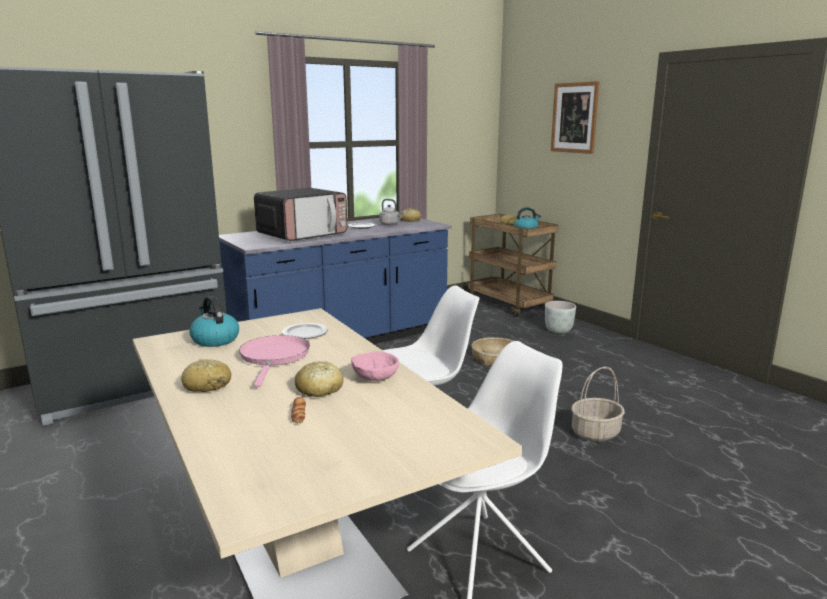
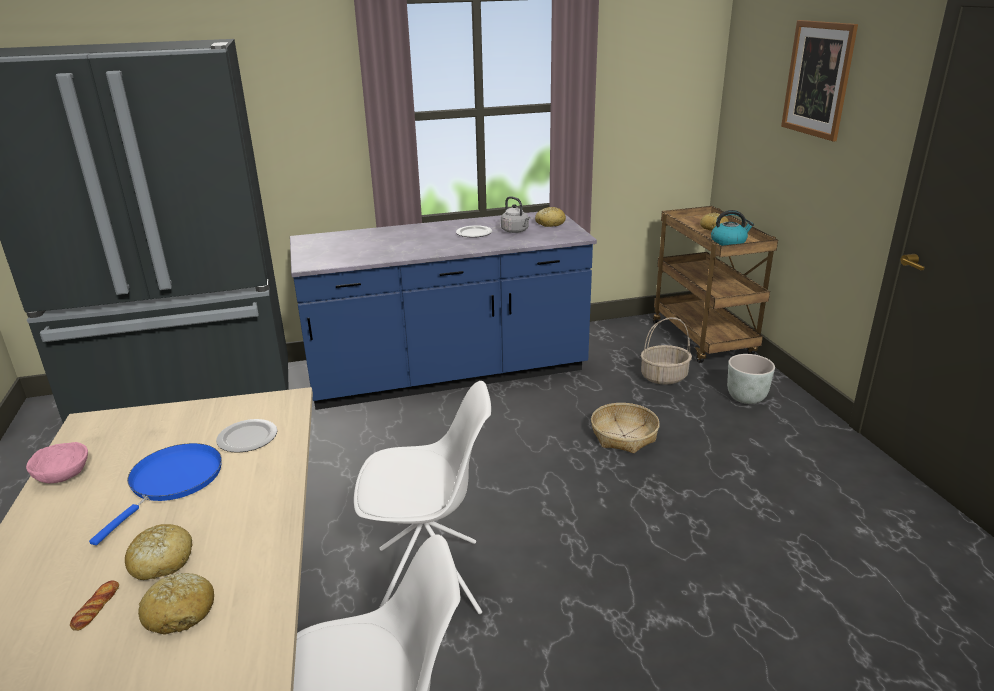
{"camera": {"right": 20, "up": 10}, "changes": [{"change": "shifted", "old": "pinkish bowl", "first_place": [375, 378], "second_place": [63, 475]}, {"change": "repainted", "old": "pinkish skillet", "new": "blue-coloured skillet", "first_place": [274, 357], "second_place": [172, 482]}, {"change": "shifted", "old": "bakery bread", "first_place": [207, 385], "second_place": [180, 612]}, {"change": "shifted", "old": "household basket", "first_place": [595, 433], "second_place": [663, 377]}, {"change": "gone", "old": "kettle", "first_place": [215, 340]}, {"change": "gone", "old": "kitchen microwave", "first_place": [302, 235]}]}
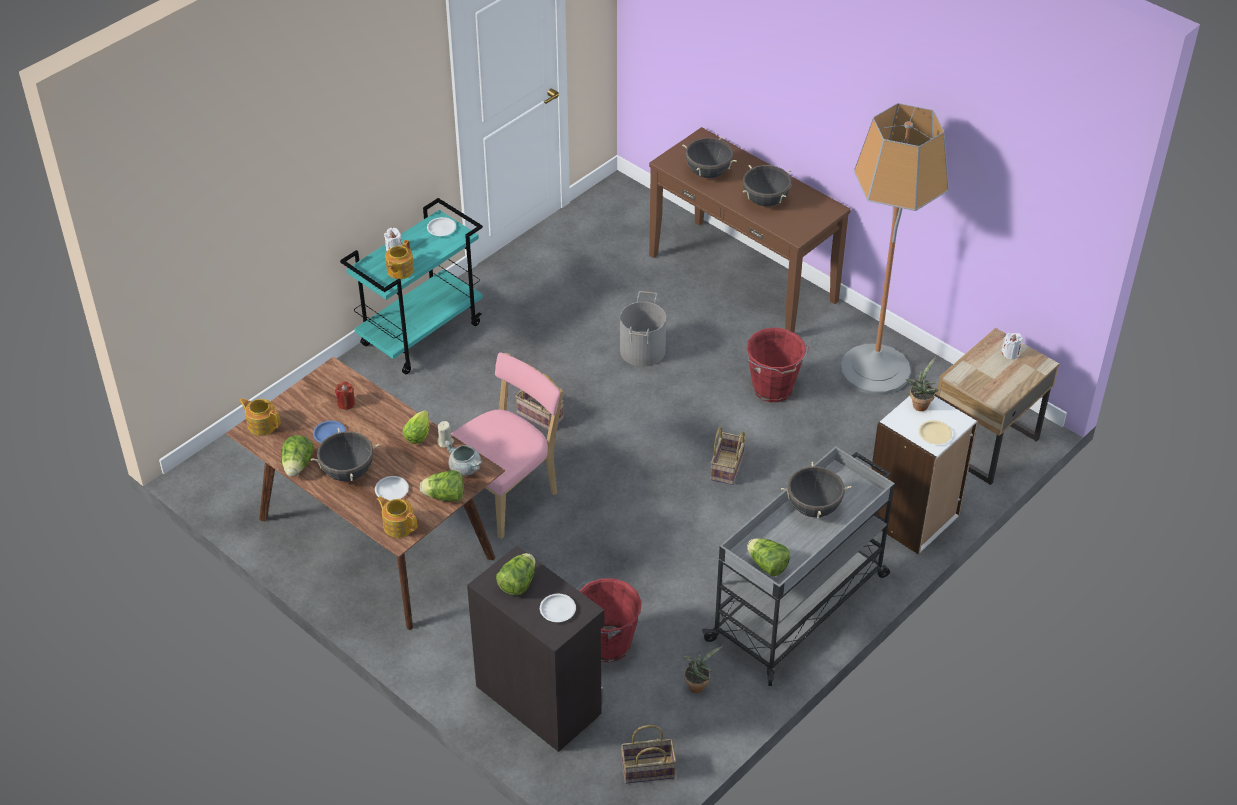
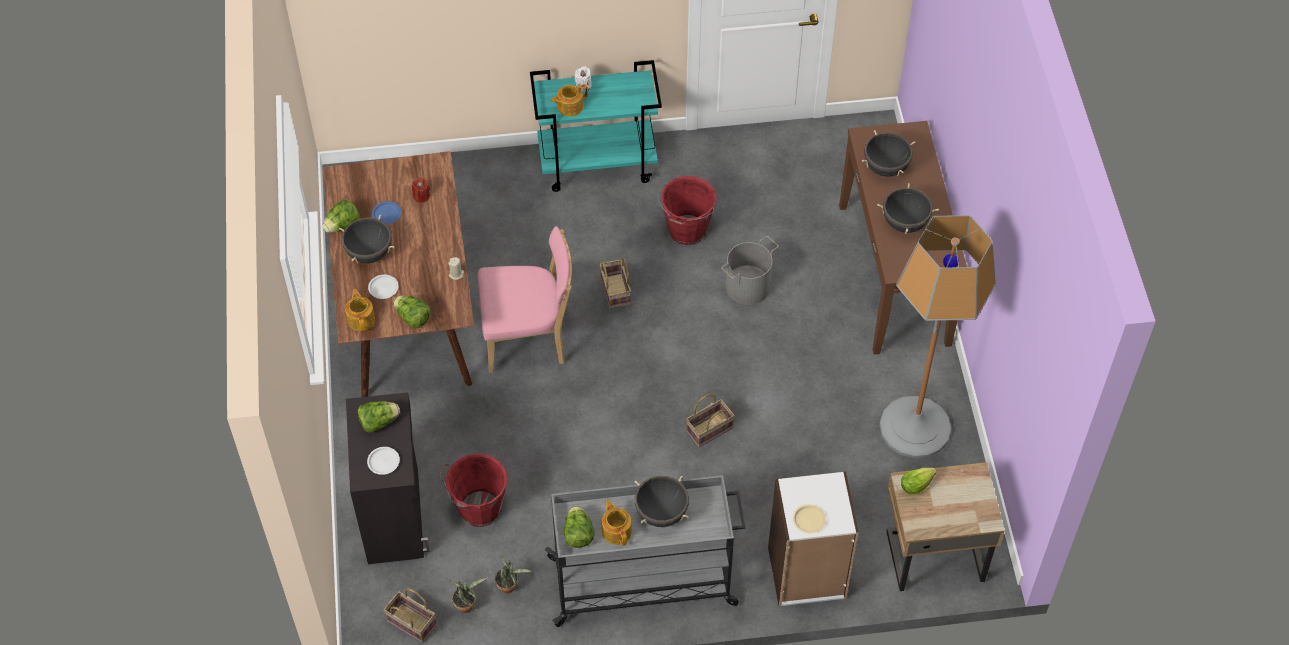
{"camera": {"right": 40, "up": 10}, "changes": [{"change": "shifted", "old": "houseplant", "first_place": [920, 404], "second_place": [466, 605]}, {"change": "shifted", "old": "tea pot", "first_place": [262, 424], "second_place": [616, 531]}, {"change": "shifted", "old": "reddish water bucket", "first_place": [773, 389], "second_place": [686, 231]}, {"change": "shifted", "old": "head of lettuce", "first_place": [419, 433], "second_place": [918, 484]}, {"change": "gone", "old": "whitish plate", "first_place": [441, 229]}, {"change": "gone", "old": "greyish cooking pot", "first_place": [465, 468]}, {"change": "gone", "old": "whitish wax candle", "first_place": [1010, 353]}]}
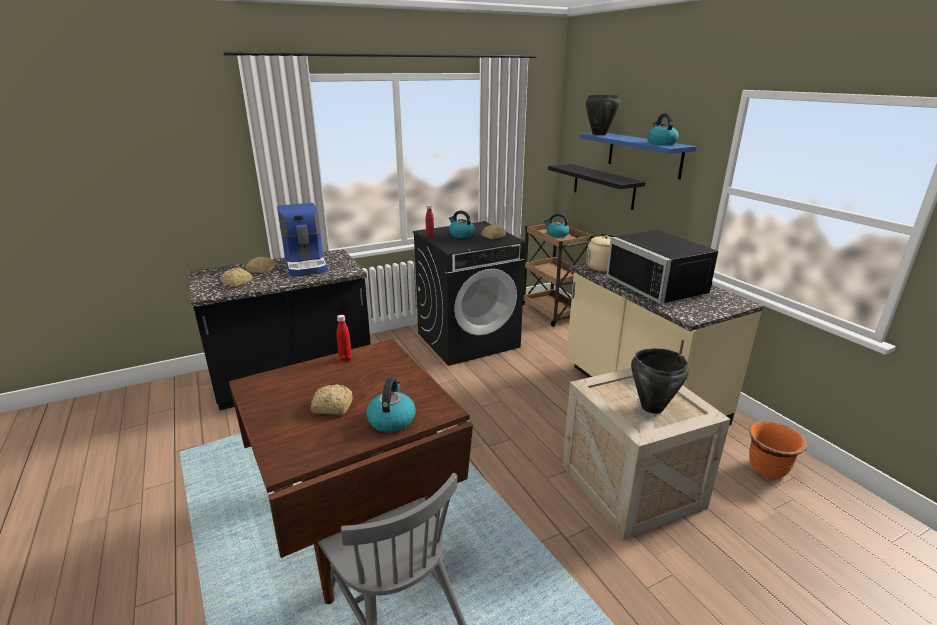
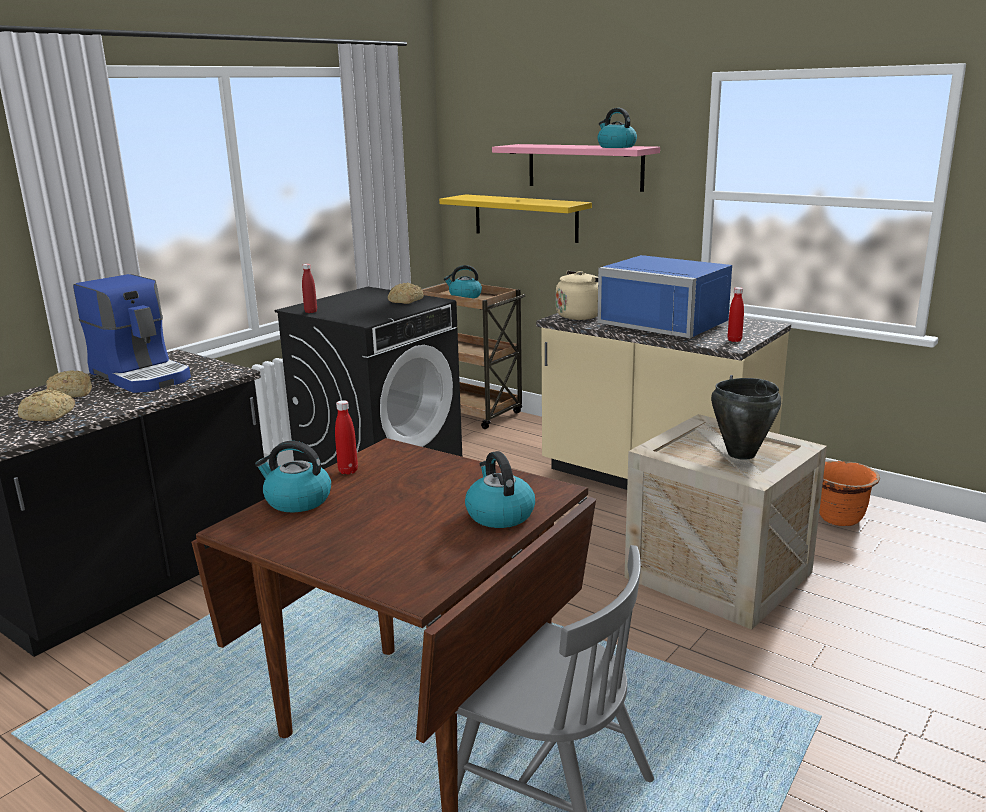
{"camera": {"right": -25, "up": -5}, "changes": [{"change": "shifted", "old": "kettle", "first_place": [461, 234], "second_place": [297, 500]}, {"change": "repainted", "old": "blackish wall shelf", "new": "yellowish wall shelf", "first_place": [603, 186], "second_place": [525, 218]}, {"change": "repainted", "old": "blue-coloured wall shelf", "new": "pinkish wall shelf", "first_place": [644, 155], "second_place": [584, 167]}, {"change": "repainted", "old": "blackish kitchen microwave", "new": "blue-coloured kitchen microwave", "first_place": [661, 286], "second_place": [668, 323]}, {"change": "new", "new": "reddish bottle", "second_place": [734, 340]}, {"change": "gone", "old": "bakery bread", "first_place": [331, 406]}, {"change": "gone", "old": "blackish cooking pot", "first_place": [599, 134]}]}
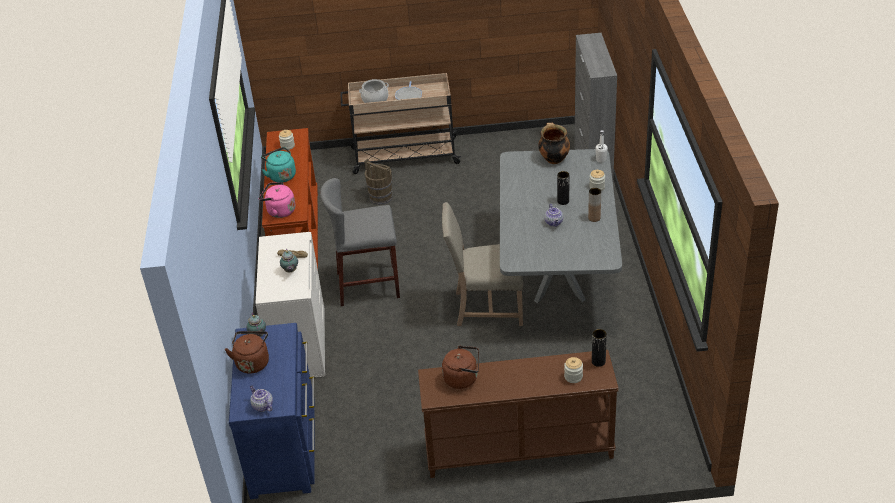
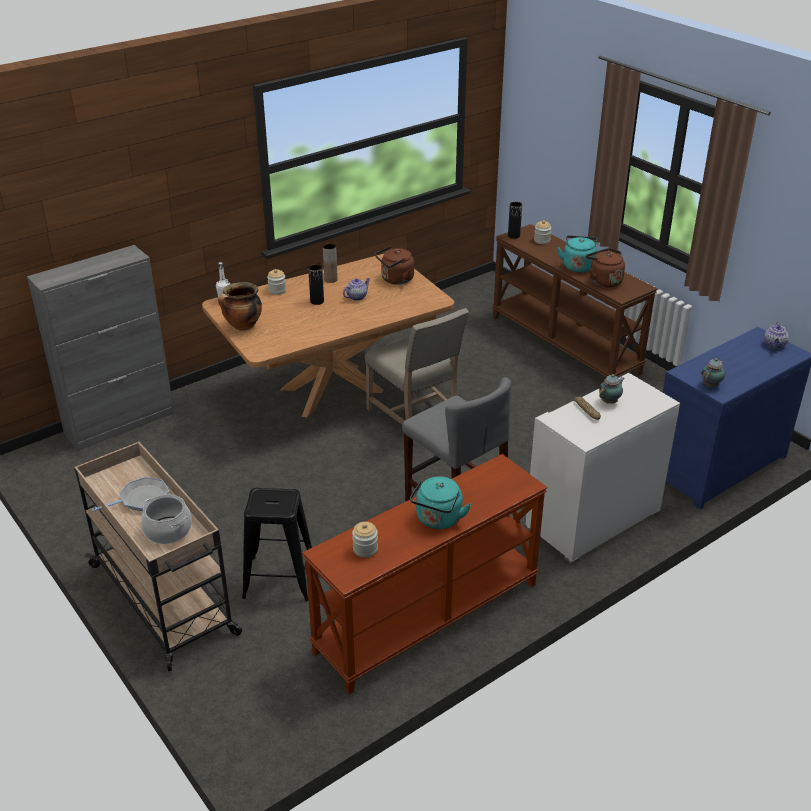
{"camera": {"right": -125, "up": -5}, "changes": [{"change": "repainted", "old": "greyish kitchen table", "new": "brown kitchen table", "first_place": [557, 276], "second_place": [332, 390]}, {"change": "swapped", "old": "brown water bucket", "new": "blackish stool seat", "first_place": [380, 197], "second_place": [280, 579]}, {"change": "shifted", "old": "brown kettle", "first_place": [252, 362], "second_place": [395, 280]}, {"change": "new", "new": "turquoise kettle", "second_place": [578, 266]}, {"change": "gone", "old": "pinkish kettle", "first_place": [279, 211]}]}
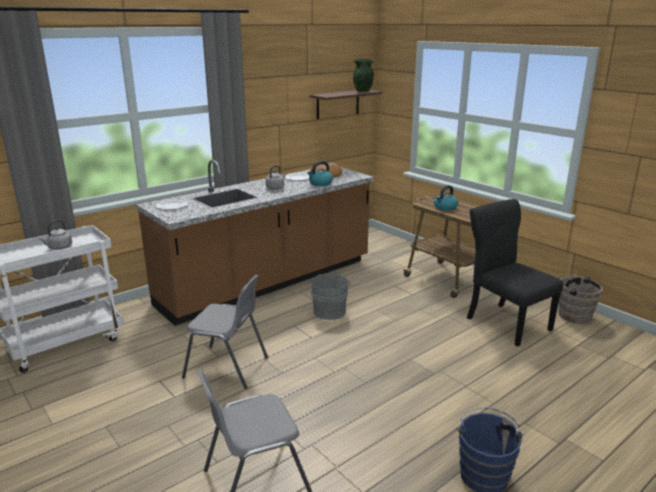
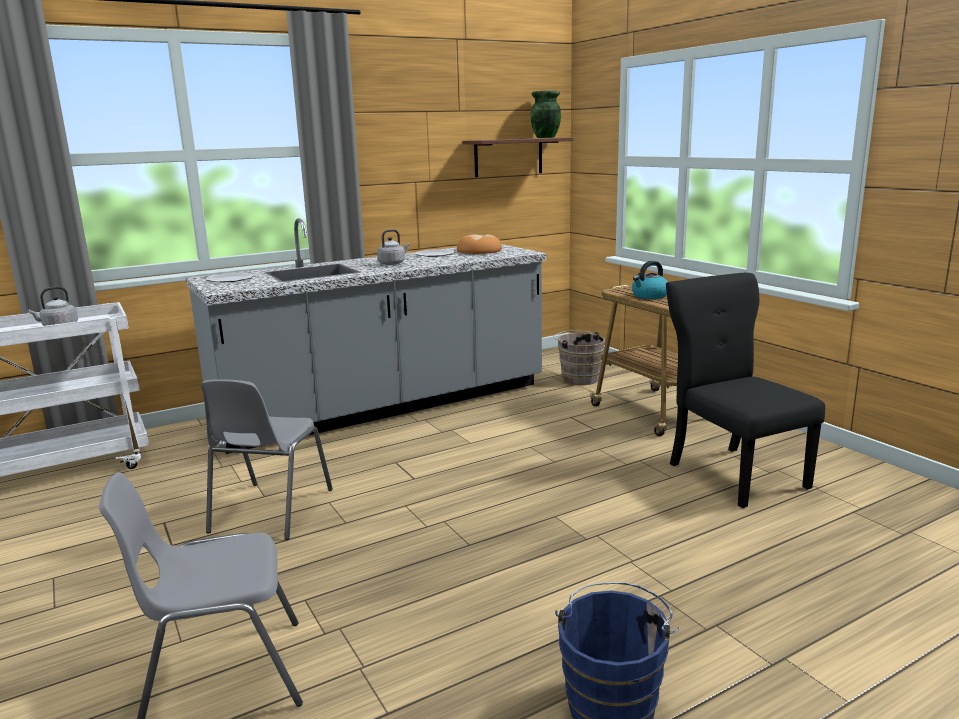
{"camera": {"right": 10, "up": -5}, "changes": [{"change": "repainted", "old": "brown kitchen base unit", "new": "greyish kitchen base unit", "first_place": [268, 283], "second_place": [385, 407]}, {"change": "rotated", "old": "greyish chair", "first_place": [227, 368], "second_place": [269, 511], "degrees": 75}, {"change": "shifted", "old": "brown water bucket", "first_place": [572, 315], "second_place": [578, 378]}, {"change": "gone", "old": "kettle", "first_place": [320, 184]}, {"change": "gone", "old": "greyish water bucket", "first_place": [330, 311]}]}
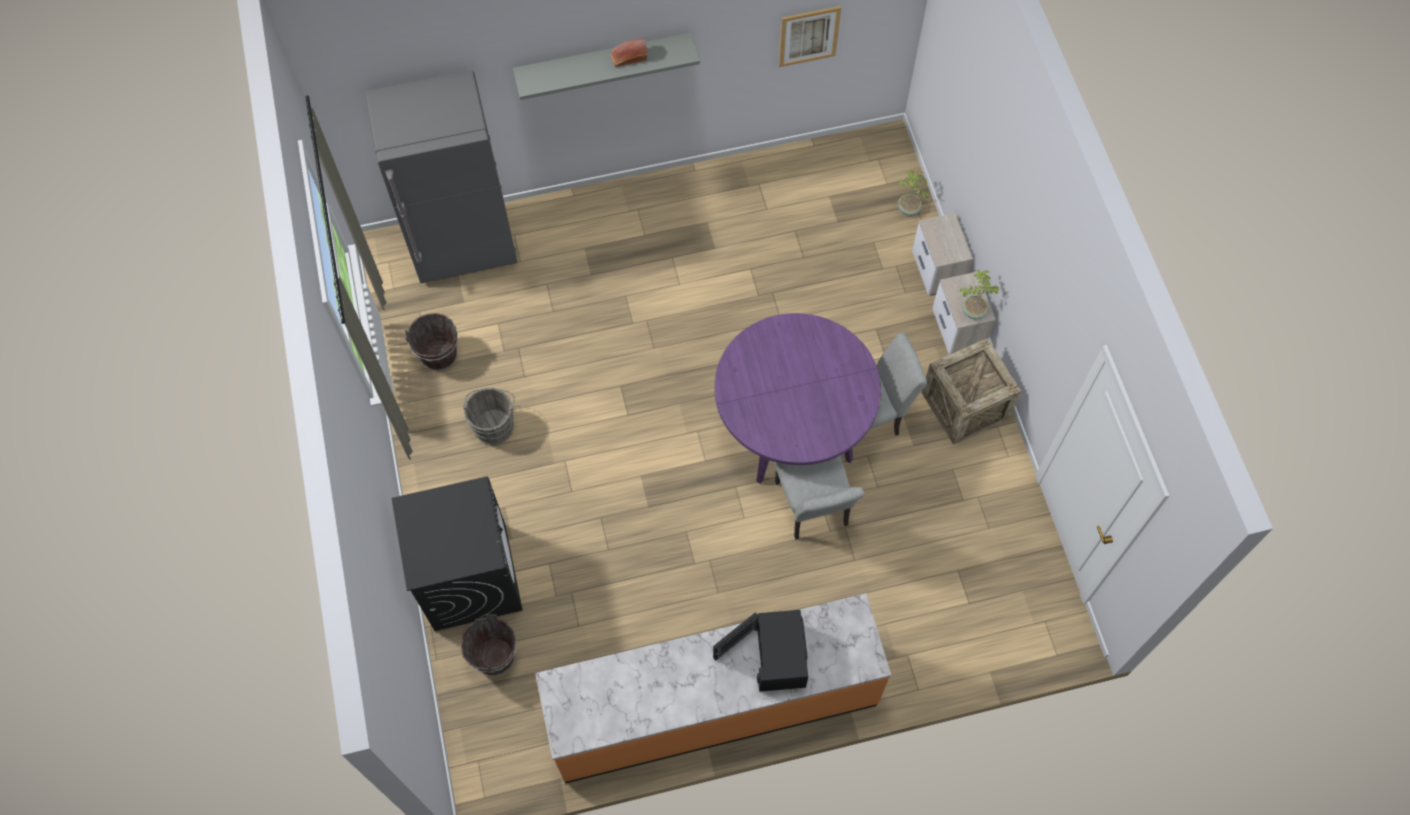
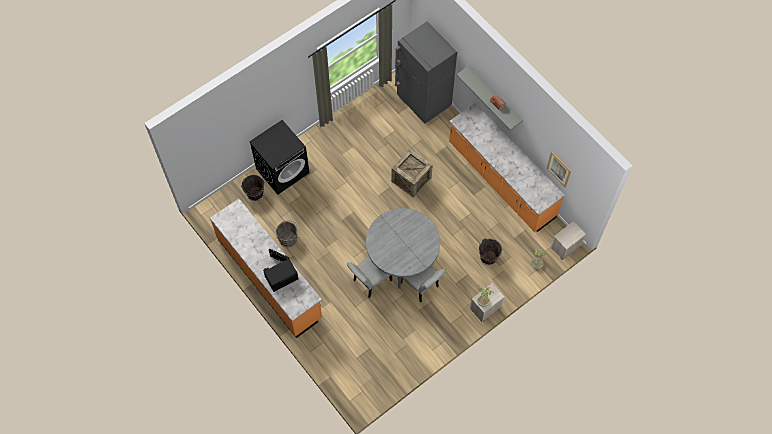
{"camera": {"right": 65, "up": 0}, "changes": [{"change": "shifted", "old": "greyish water bucket", "first_place": [494, 424], "second_place": [289, 238]}, {"change": "repainted", "old": "purple kitchen table", "new": "greyish kitchen table", "first_place": [792, 429], "second_place": [402, 260]}, {"change": "shifted", "old": "shipping crate", "first_place": [965, 405], "second_place": [411, 179]}, {"change": "new", "new": "orangey kitchen base unit", "second_place": [501, 180]}, {"change": "shifted", "old": "brown water bucket", "first_place": [439, 355], "second_place": [488, 257]}, {"change": "shifted", "old": "night table", "first_place": [937, 270], "second_place": [565, 246]}]}
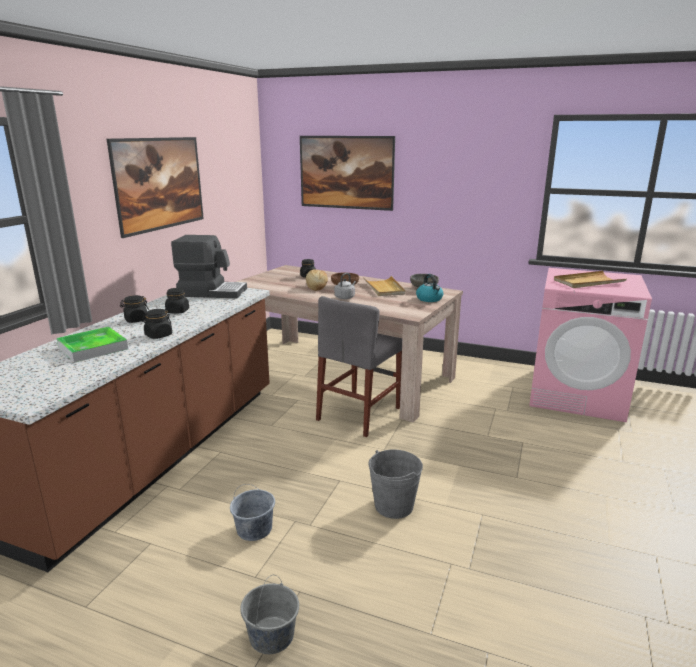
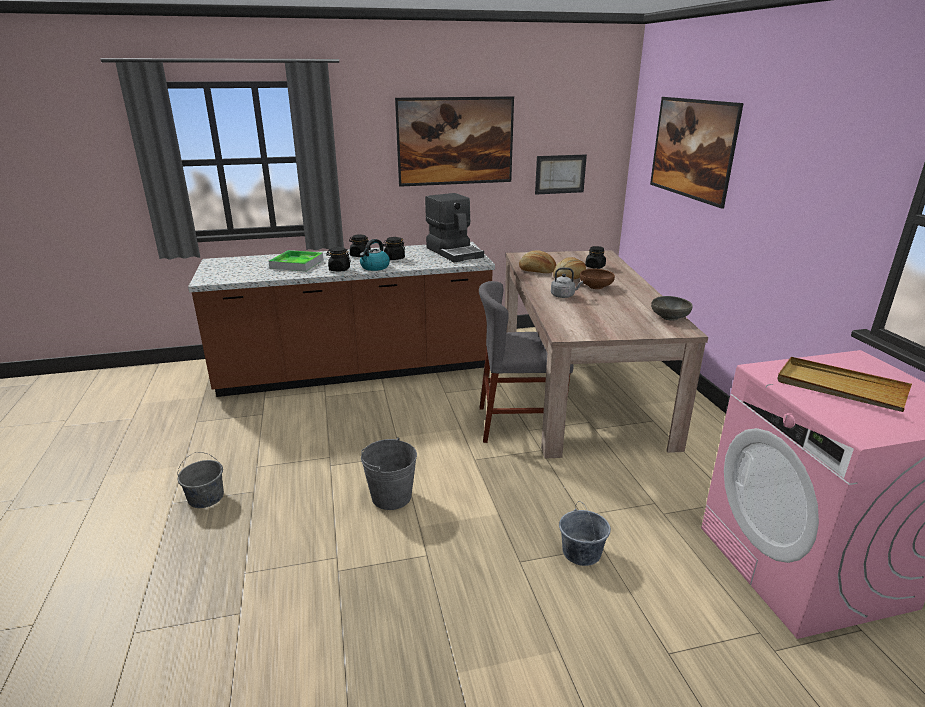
{"camera": {"right": 55, "up": 5}, "changes": [{"change": "shifted", "old": "kettle", "first_place": [429, 299], "second_place": [374, 267]}, {"change": "new", "new": "bakery bread", "second_place": [537, 271]}, {"change": "new", "new": "picture", "second_place": [560, 174]}, {"change": "shifted", "old": "greyish water bucket", "first_place": [254, 529], "second_place": [581, 552]}, {"change": "gone", "old": "beige carrying tray", "first_place": [384, 288]}]}
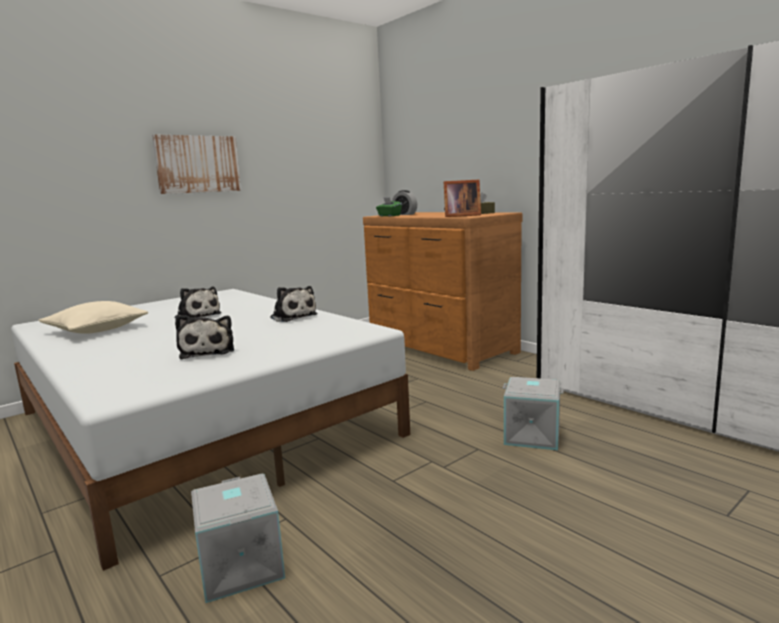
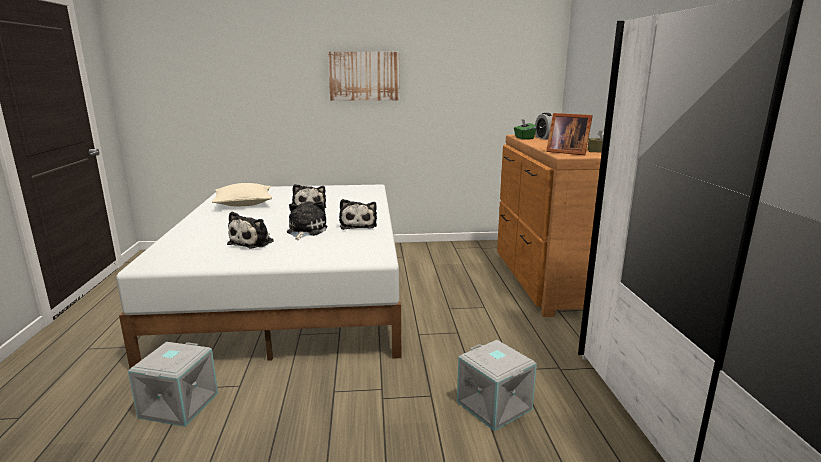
{"camera": {"right": 35, "up": 5}, "changes": [{"change": "new", "new": "plush toy", "second_place": [305, 231]}]}
